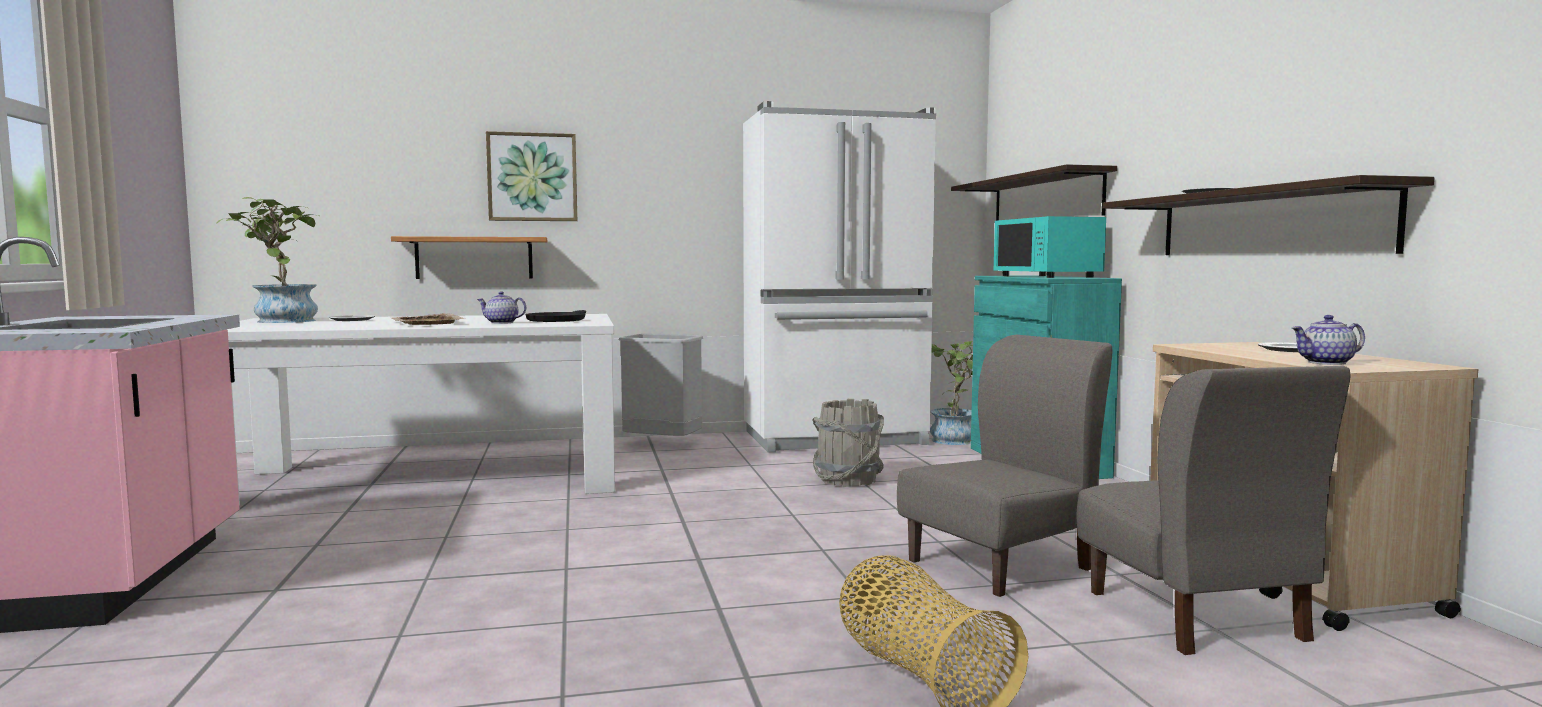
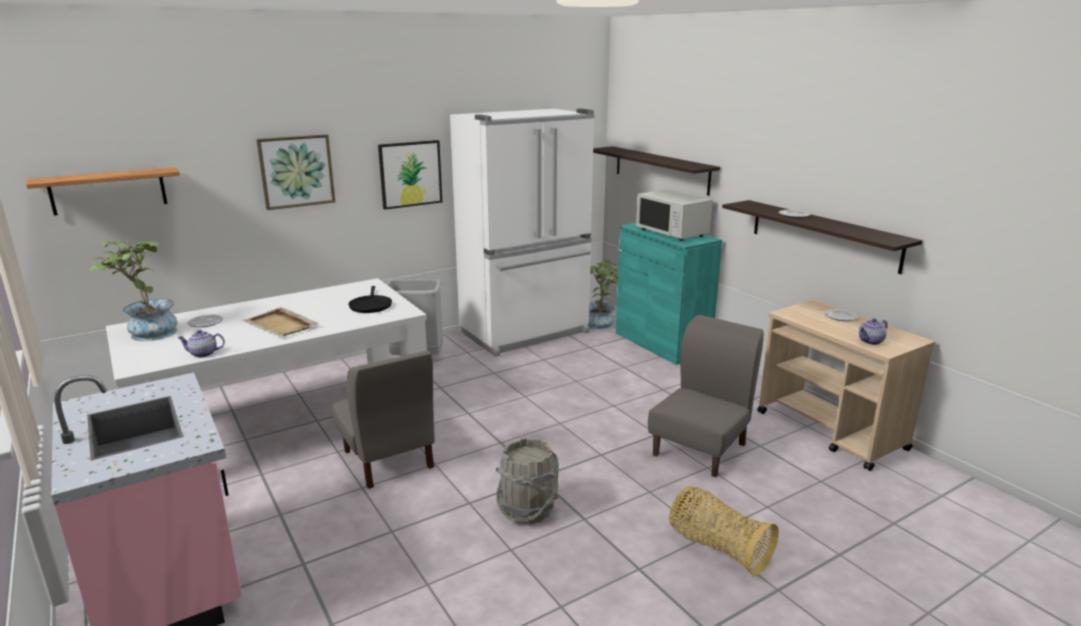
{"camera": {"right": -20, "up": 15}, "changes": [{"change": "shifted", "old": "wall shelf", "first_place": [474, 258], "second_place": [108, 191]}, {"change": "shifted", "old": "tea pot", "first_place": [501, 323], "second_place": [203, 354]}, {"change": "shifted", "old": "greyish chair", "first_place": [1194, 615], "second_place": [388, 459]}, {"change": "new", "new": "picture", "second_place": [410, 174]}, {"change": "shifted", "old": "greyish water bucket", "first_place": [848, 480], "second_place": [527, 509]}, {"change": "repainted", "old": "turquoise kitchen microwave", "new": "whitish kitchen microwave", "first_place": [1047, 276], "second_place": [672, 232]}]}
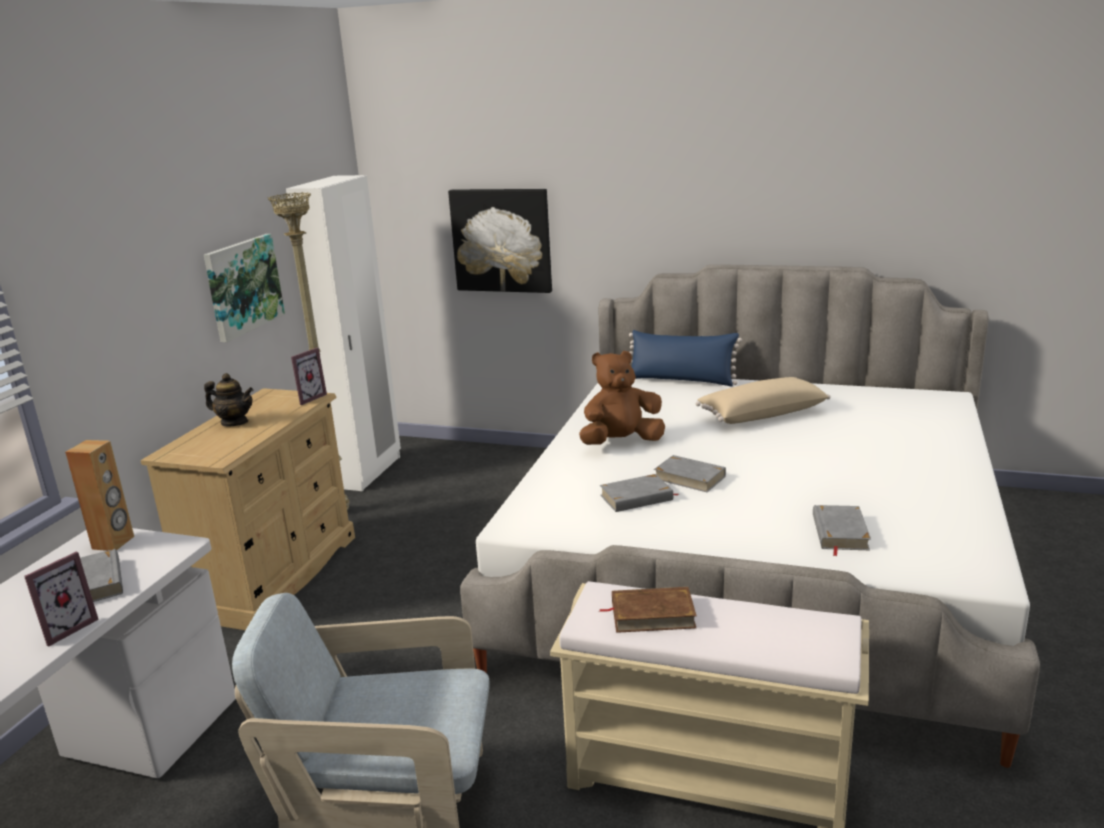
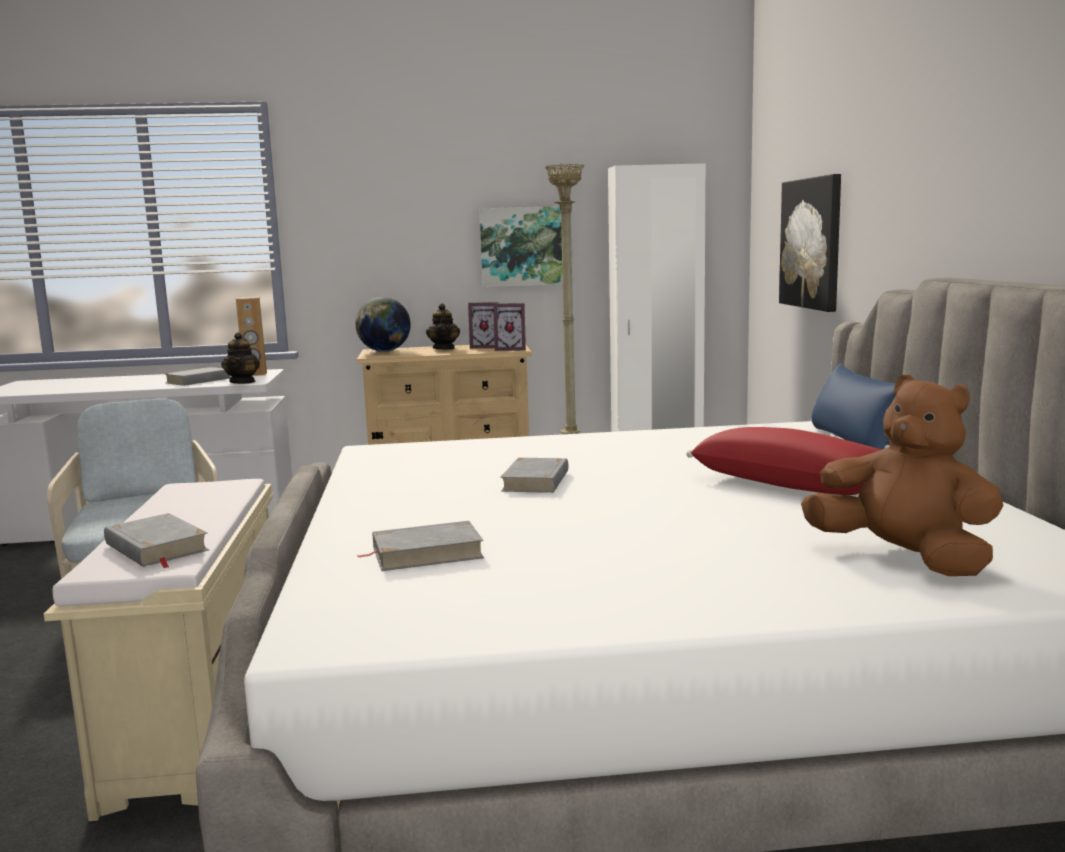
{"camera": {"right": 65, "up": -10}, "changes": [{"change": "shifted", "old": "greyish bound book", "first_place": [637, 498], "second_place": [156, 548]}, {"change": "new", "new": "tea pot", "second_place": [243, 382]}, {"change": "new", "new": "world globe", "second_place": [384, 351]}, {"change": "shifted", "old": "standing frame", "first_place": [65, 628], "second_place": [486, 347]}, {"change": "repainted", "old": "beige cushion", "new": "reddish cushion", "first_place": [761, 414], "second_place": [795, 485]}, {"change": "shifted", "old": "brown plush toy", "first_place": [621, 442], "second_place": [903, 558]}, {"change": "gone", "old": "brown bound book", "first_place": [652, 614]}]}
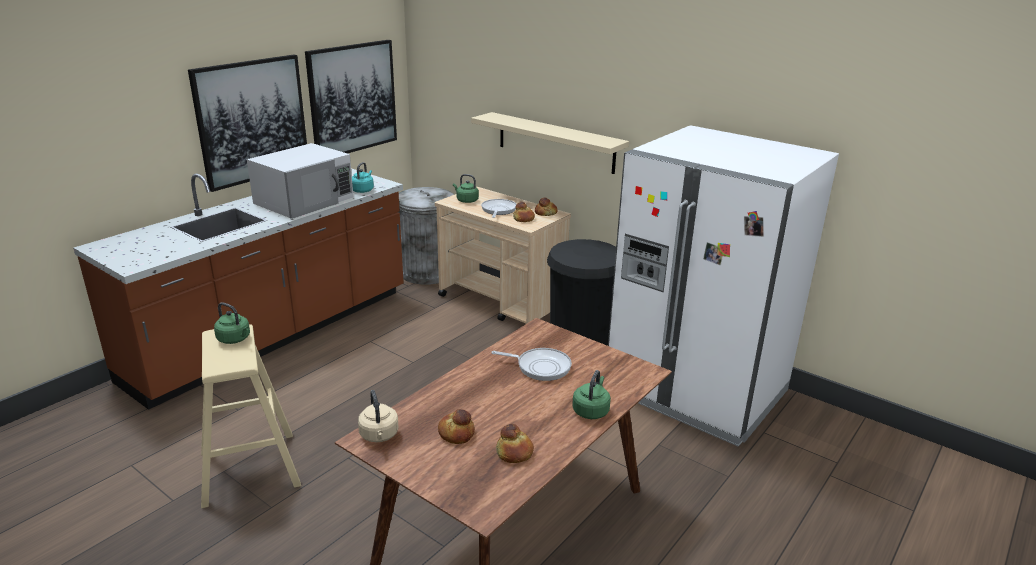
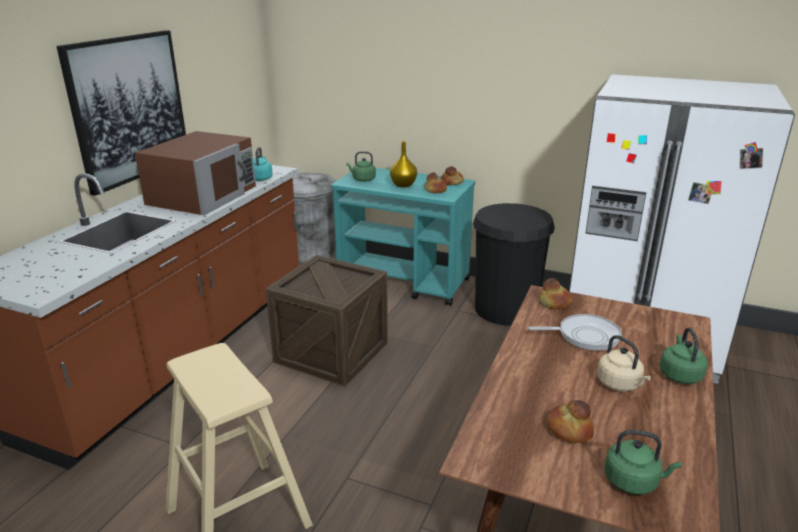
{"camera": {"right": -15, "up": 0}, "changes": [{"change": "repainted", "old": "whitish kitchen microwave", "new": "brown kitchen microwave", "first_place": [305, 200], "second_place": [203, 195]}, {"change": "new", "new": "shipping crate", "second_place": [332, 352]}, {"change": "repainted", "old": "beige cart", "new": "turquoise cart", "first_place": [502, 303], "second_place": [404, 281]}, {"change": "swapped", "old": "skillet", "new": "yellowish vase", "first_place": [498, 210], "second_place": [403, 185]}, {"change": "shifted", "old": "bakery bread", "first_place": [515, 452], "second_place": [554, 302]}, {"change": "shifted", "old": "beige kettle", "first_place": [379, 436], "second_place": [620, 384]}, {"change": "shifted", "old": "green kettle", "first_place": [235, 339], "second_place": [633, 481]}, {"change": "gone", "old": "picture", "first_place": [352, 98]}, {"change": "gone", "old": "beige wall shelf", "first_place": [555, 142]}]}
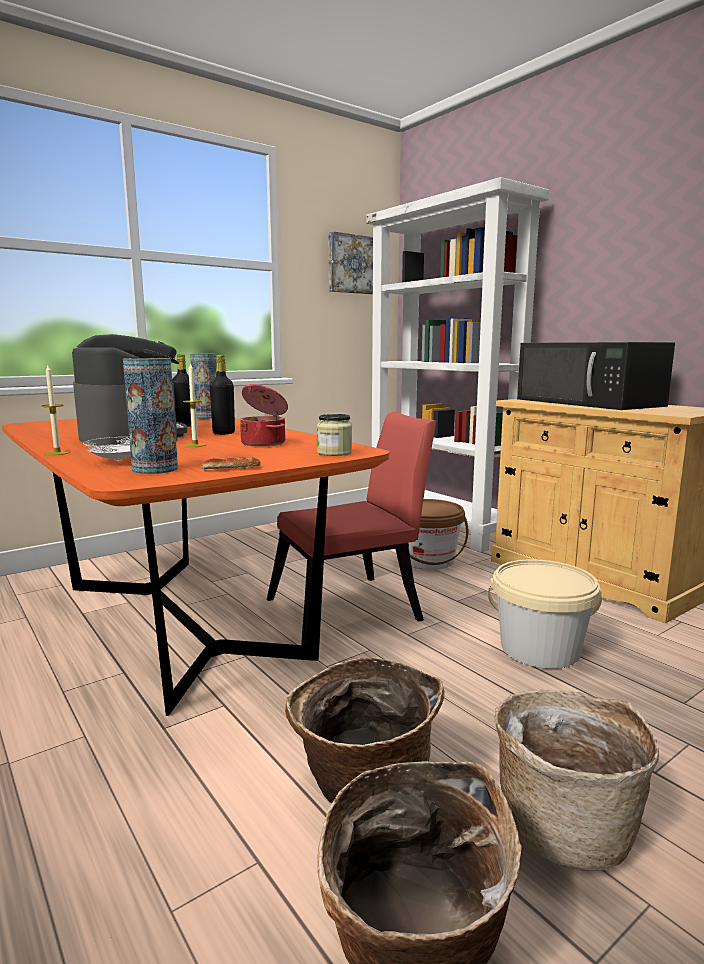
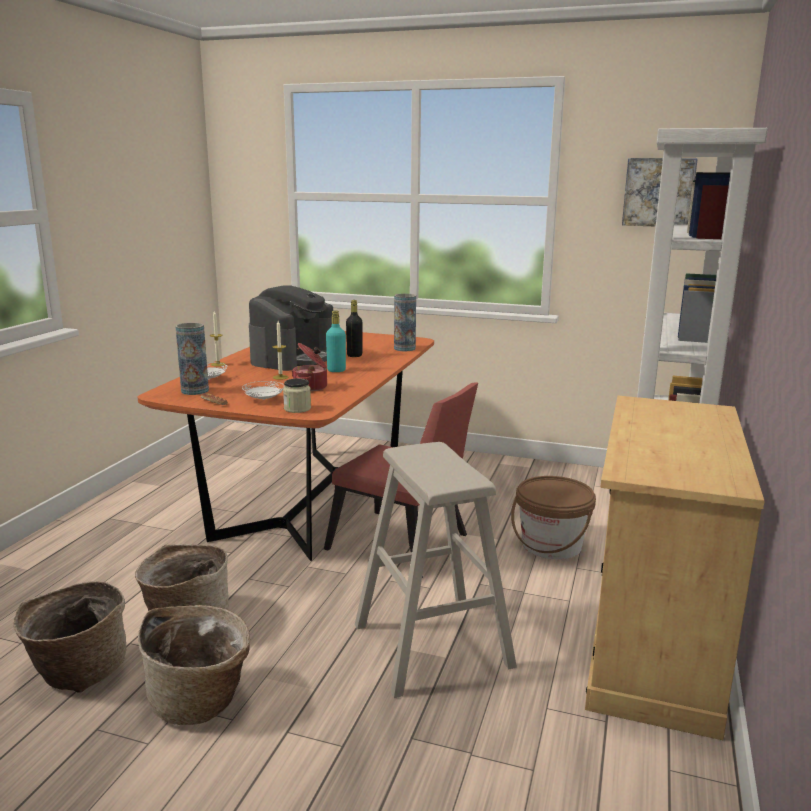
{"camera": {"right": 55, "up": 5}, "changes": [{"change": "new", "new": "whitish plate", "second_place": [264, 400]}, {"change": "repainted", "old": "blackish bottle", "new": "turquoise bottle", "first_place": [223, 433], "second_place": [336, 370]}, {"change": "swapped", "old": "beige water bucket", "new": "beige stool seat", "first_place": [539, 649], "second_place": [431, 645]}, {"change": "gone", "old": "blackish kitchen microwave", "first_place": [589, 402]}]}
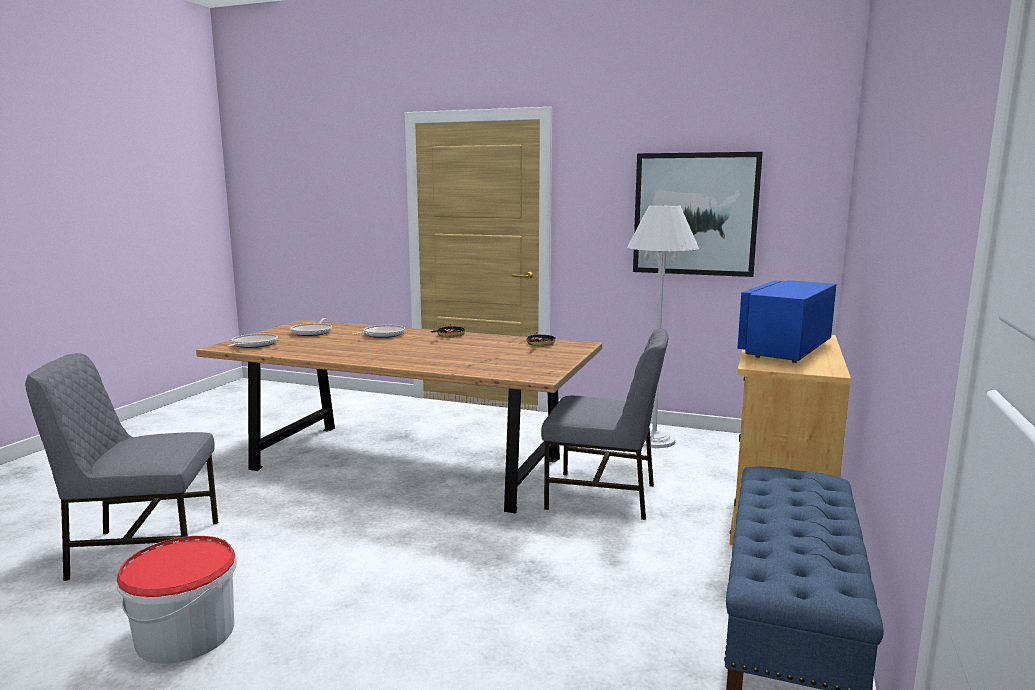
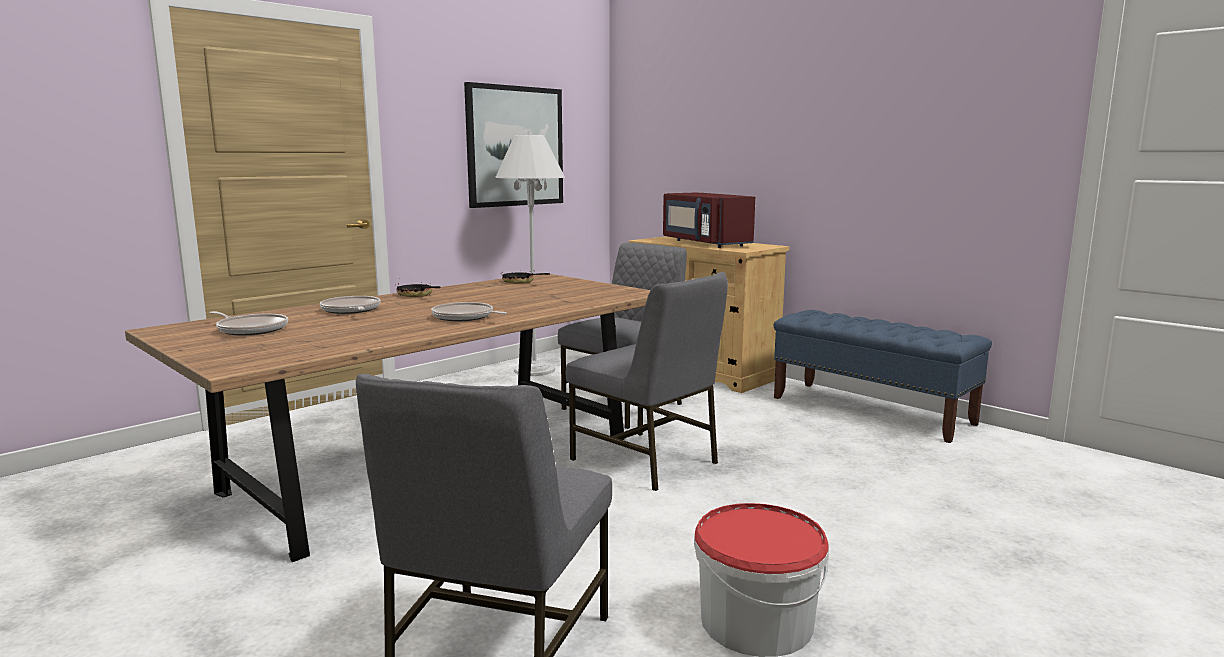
{"camera": {"right": -65, "up": 0}, "changes": [{"change": "shifted", "old": "skillet", "first_place": [253, 345], "second_place": [465, 317]}, {"change": "new", "new": "greyish chair", "second_place": [646, 461]}, {"change": "repainted", "old": "blue-coloured kitchen microwave", "new": "reddish kitchen microwave", "first_place": [784, 349], "second_place": [704, 243]}]}
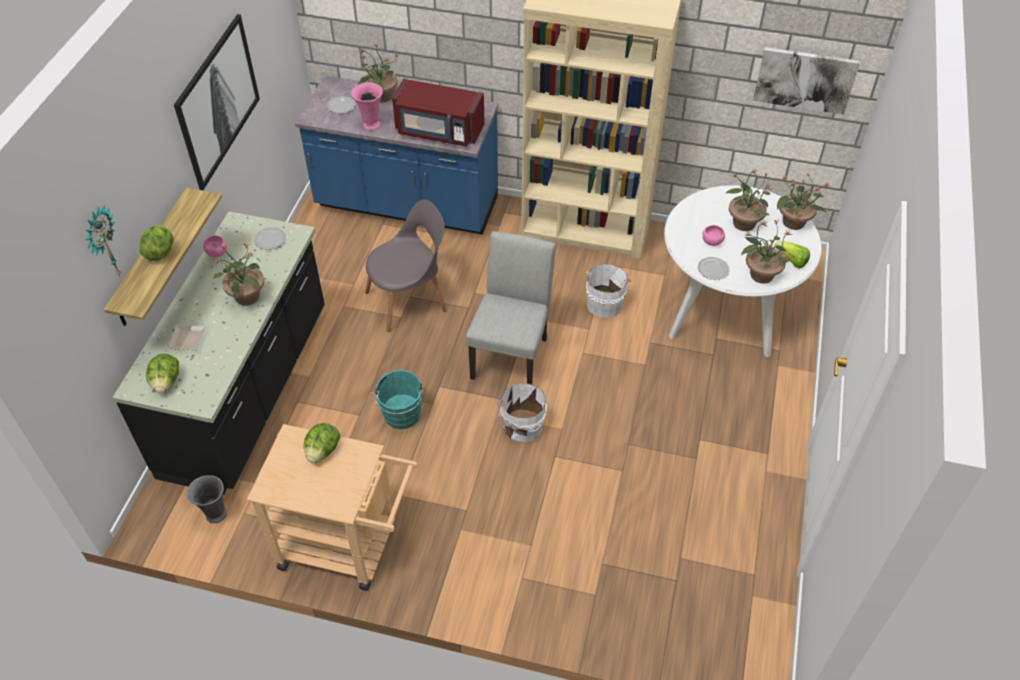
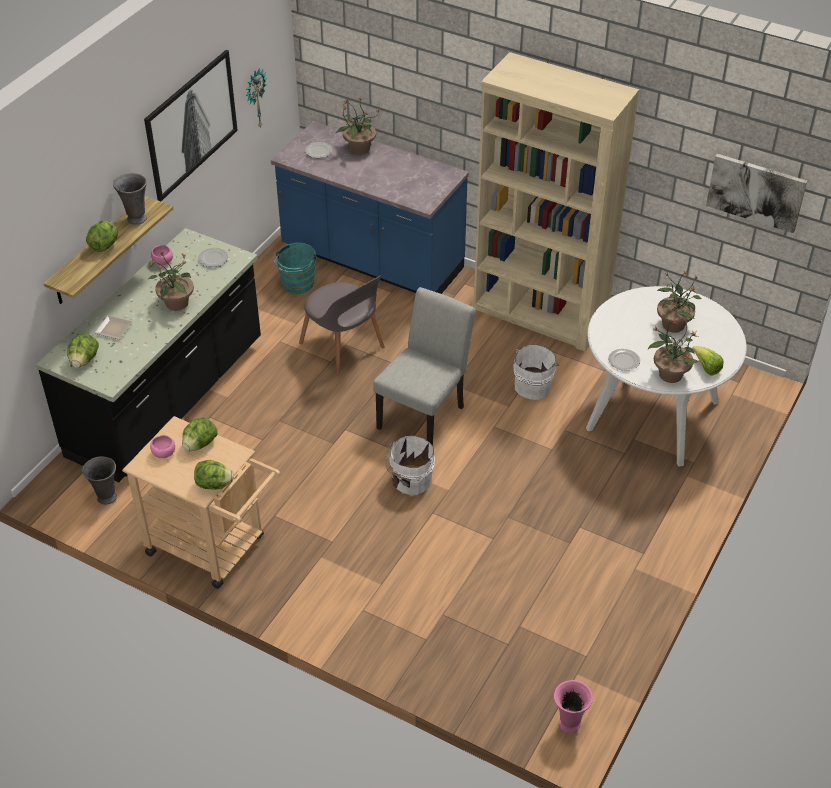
{"camera": {"right": 15, "up": -5}, "changes": [{"change": "new", "new": "greyish vase", "second_place": [136, 219]}, {"change": "shifted", "old": "pinkish bowl", "first_place": [712, 242], "second_place": [163, 454]}, {"change": "new", "new": "head of lettuce", "second_place": [214, 485]}, {"change": "shifted", "old": "hanging clock", "first_place": [103, 244], "second_place": [255, 99]}, {"change": "shifted", "old": "turquoise water bucket", "first_place": [402, 417], "second_place": [297, 285]}, {"change": "rotated", "old": "greyish chair", "first_place": [409, 300], "second_place": [344, 347], "degrees": 60}, {"change": "shifted", "old": "pinkish vase", "first_place": [371, 125], "second_place": [568, 724]}, {"change": "gone", "old": "reddish kitchen microwave", "first_place": [439, 131]}, {"change": "gone", "old": "houseplant", "first_place": [794, 222]}]}
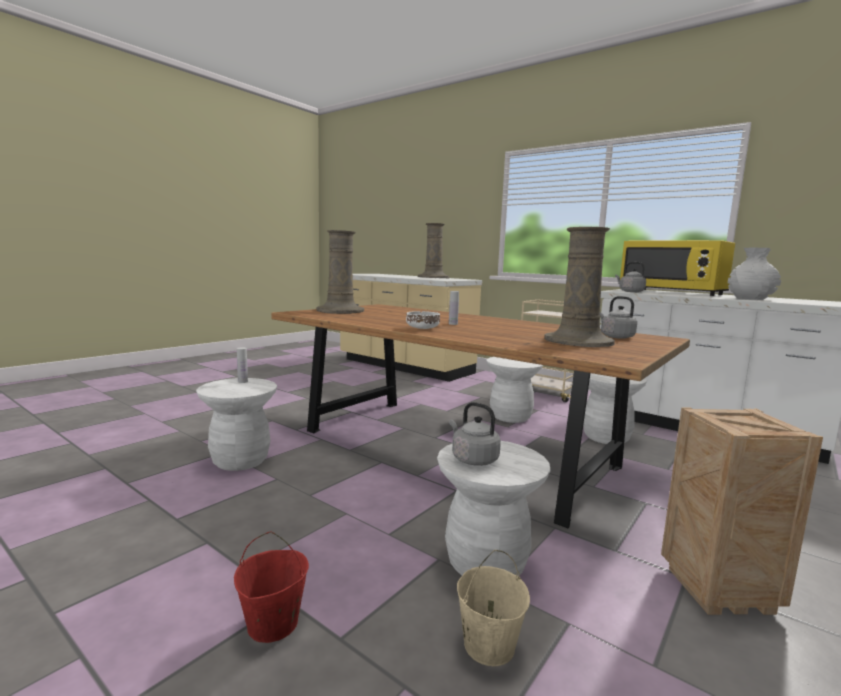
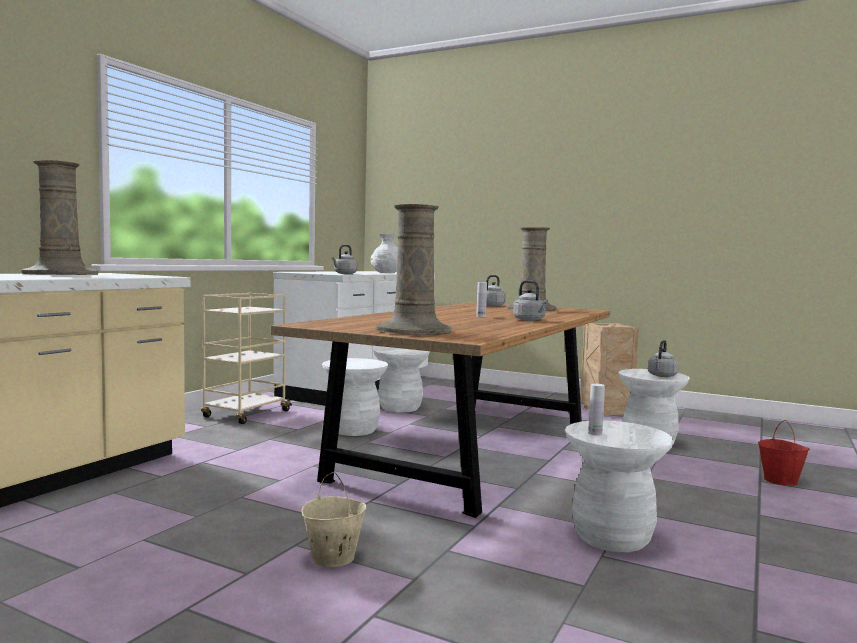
{"camera": {"right": -100, "up": -5}, "changes": [{"change": "shifted", "old": "beige water bucket", "first_place": [488, 645], "second_place": [332, 558]}, {"change": "swapped", "old": "whitish bowl", "new": "greyish kettle", "first_place": [422, 328], "second_place": [530, 320]}, {"change": "gone", "old": "yellowish kitchen microwave", "first_place": [672, 292]}]}
